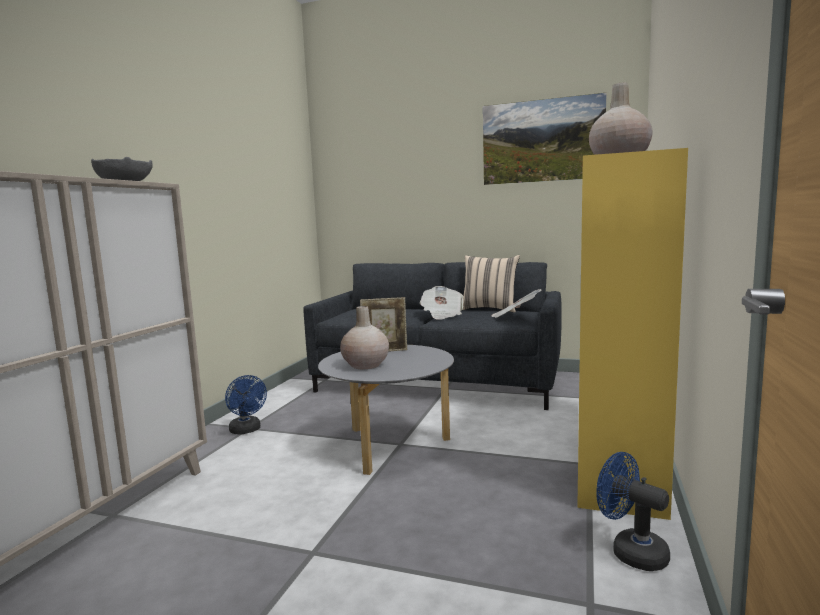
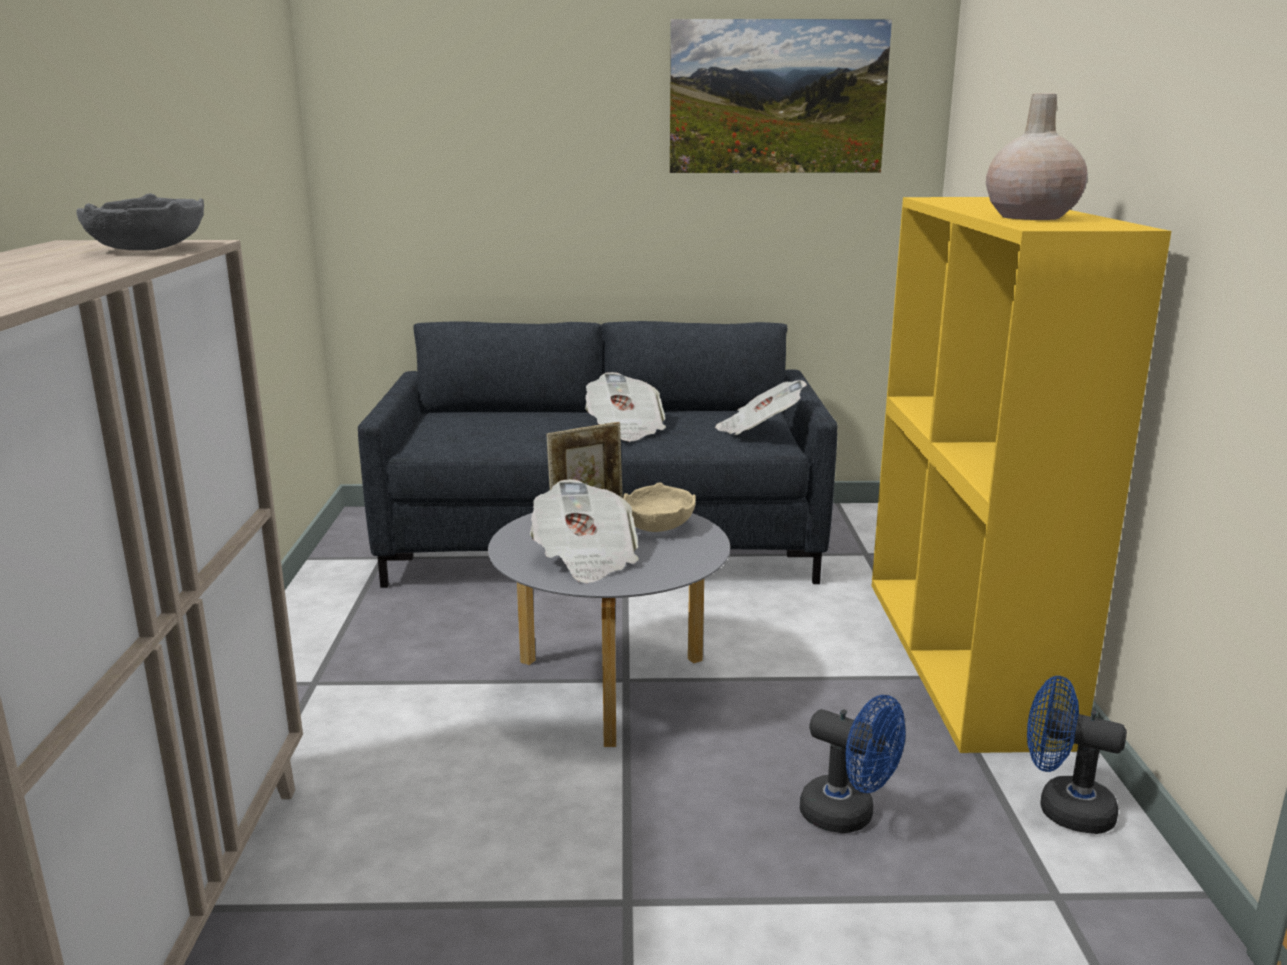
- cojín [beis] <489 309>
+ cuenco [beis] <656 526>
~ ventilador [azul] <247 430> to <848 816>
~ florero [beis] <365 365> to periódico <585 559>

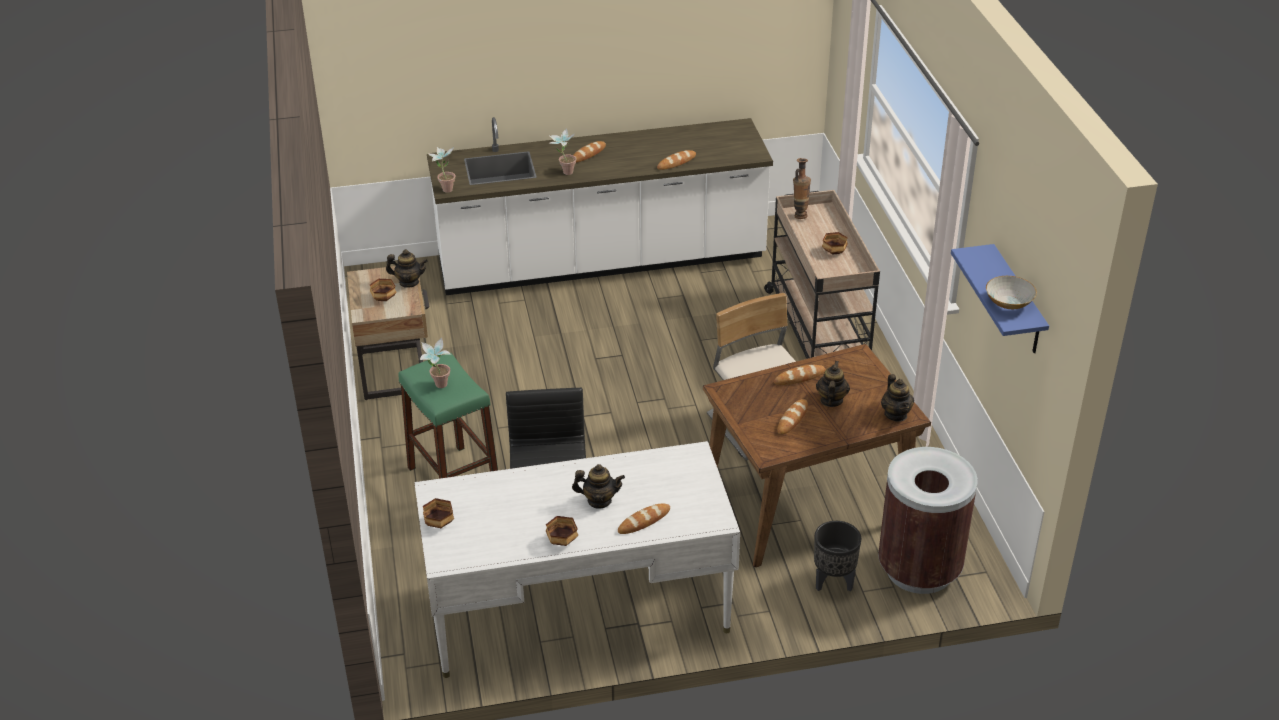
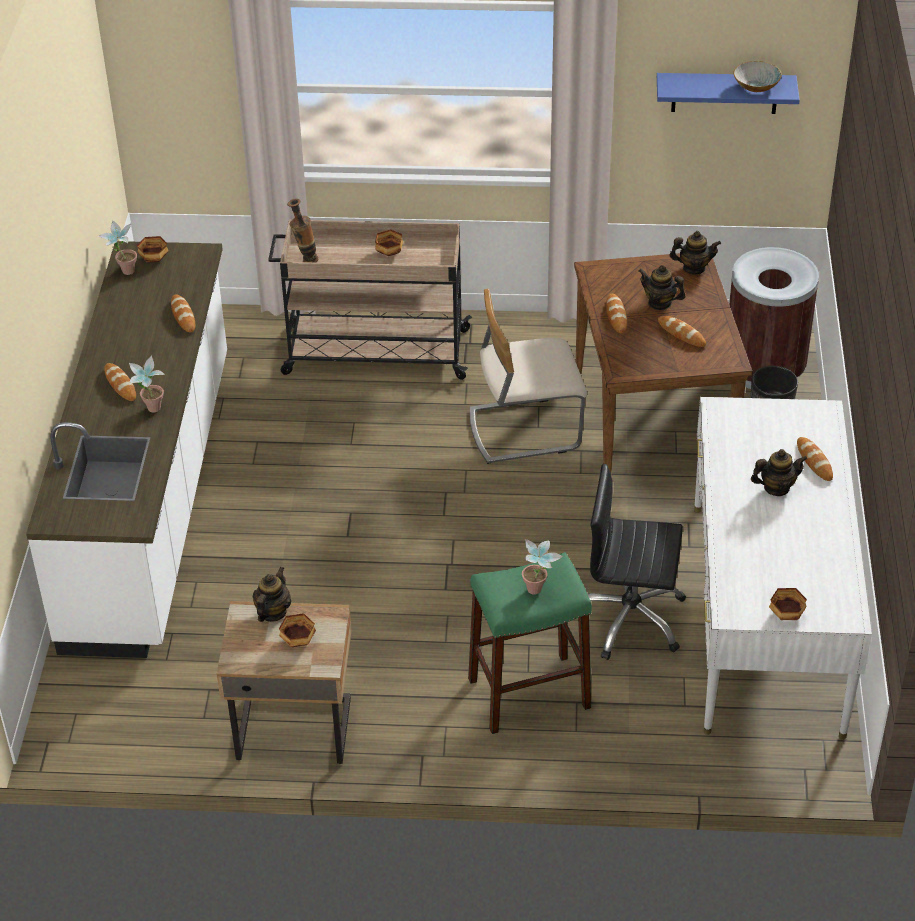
~ planta en maceta <445 188> to <123 272>
~ cuenco <562 540> to <153 259>
~ tetera <599 501> = <776 488> 60 degrees clockwise

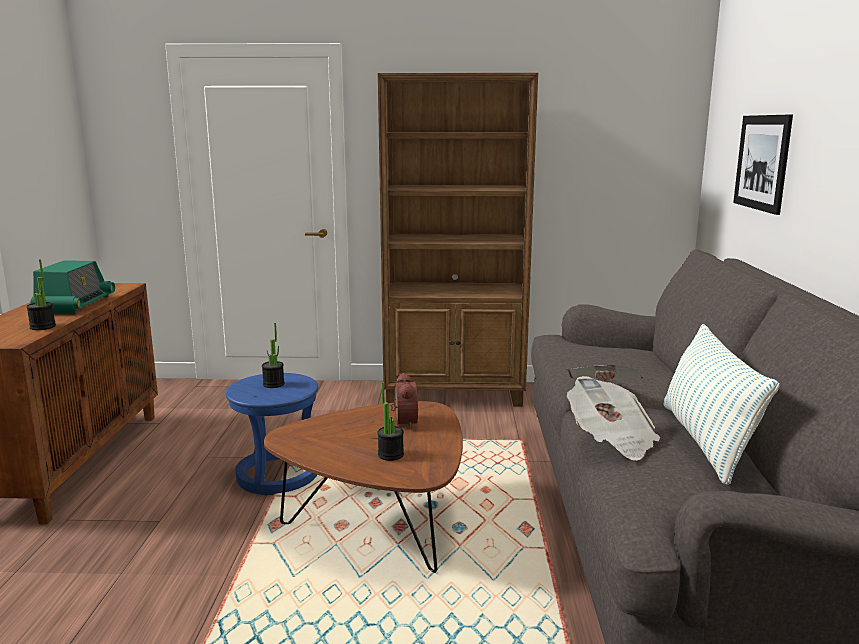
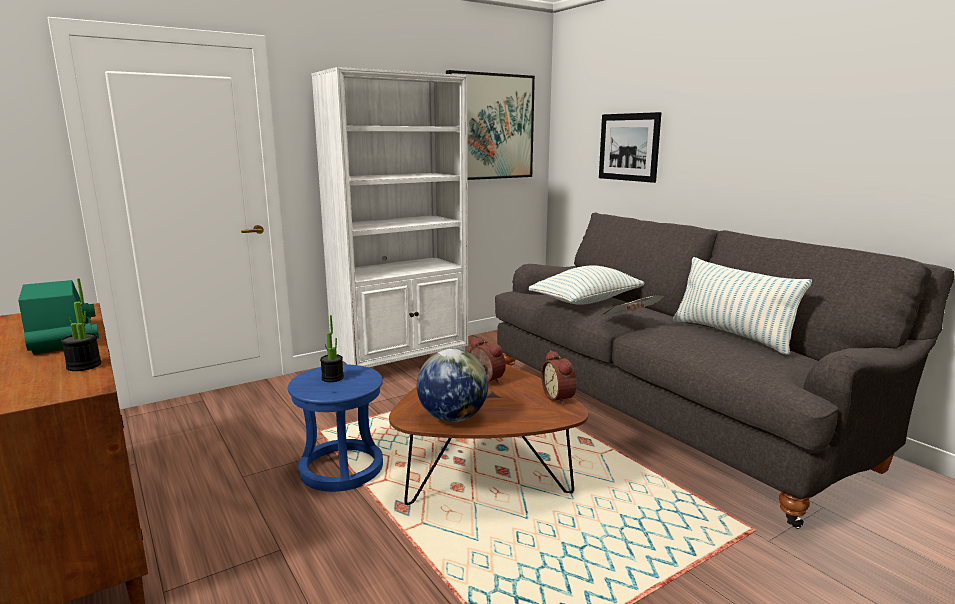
- planta en maceta <390 455>
- periódico <611 440>
+ globo terráqueo <452 418>
+ cuadro <490 127>
+ cojín <587 301>
+ despertador <560 397>
~ estantería [marrón] <455 394> to estantería [blanco] <402 362>

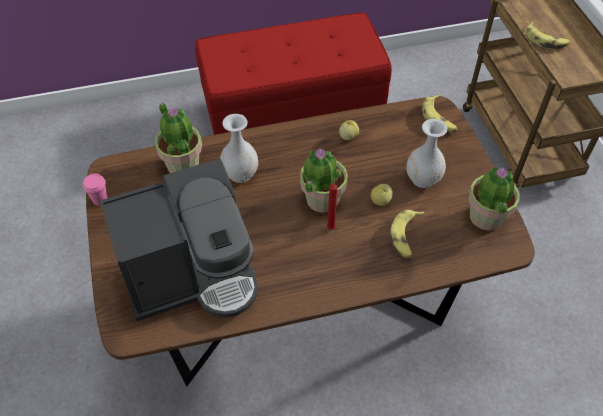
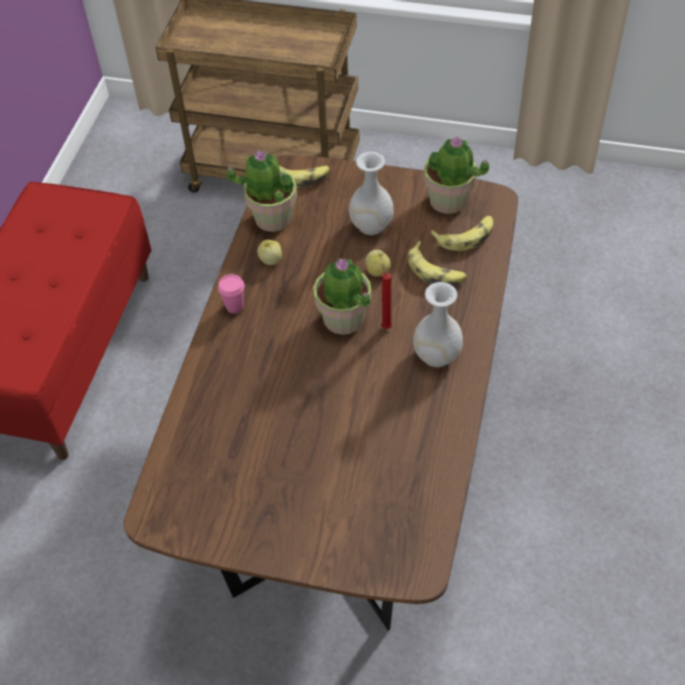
- cafetera <192 275>
~ taza [rosa] <100 200> to <234 306>
~ planta en maceta <183 164> to <272 217>
~ florero [blanco] <240 173> to <436 354>
~ plátano <545 40> to <465 236>

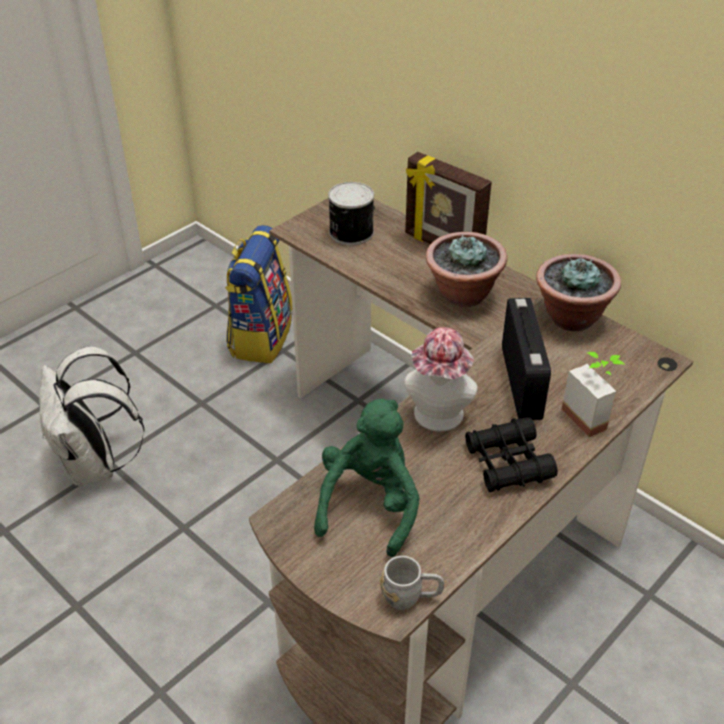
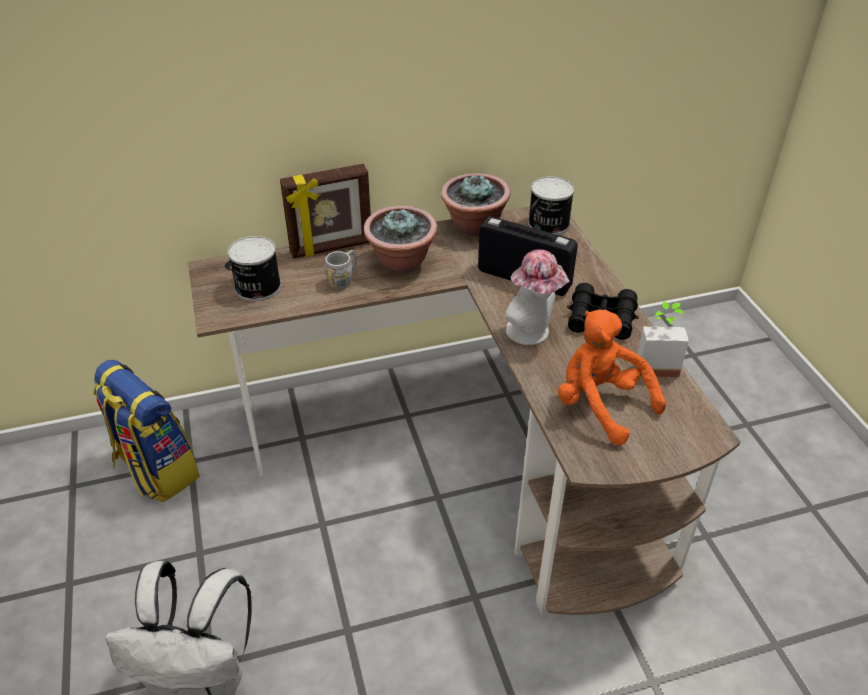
+ lata <548 224>
~ taza grande [gris] <411 597> to <344 279>
~ planta en maceta <591 416> to <655 364>
~ peluche [verde] <370 505> to peluche [naranja] <600 405>

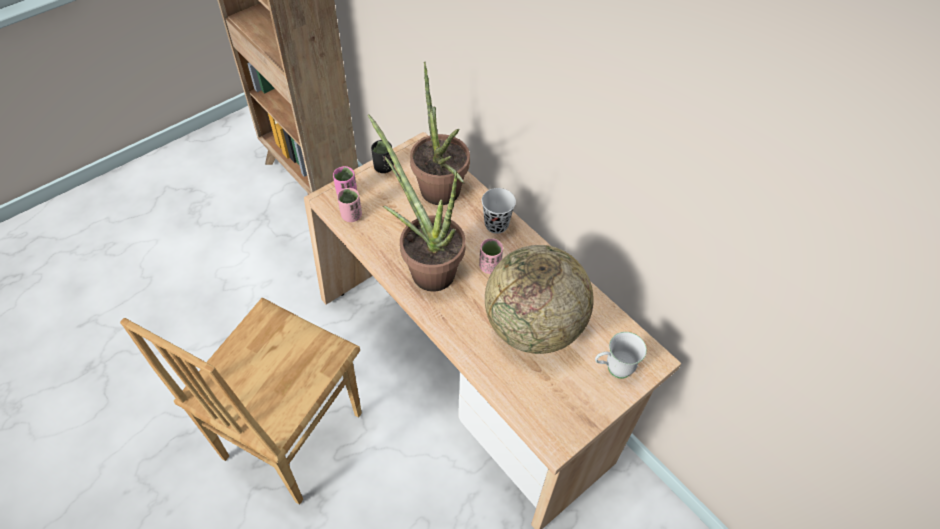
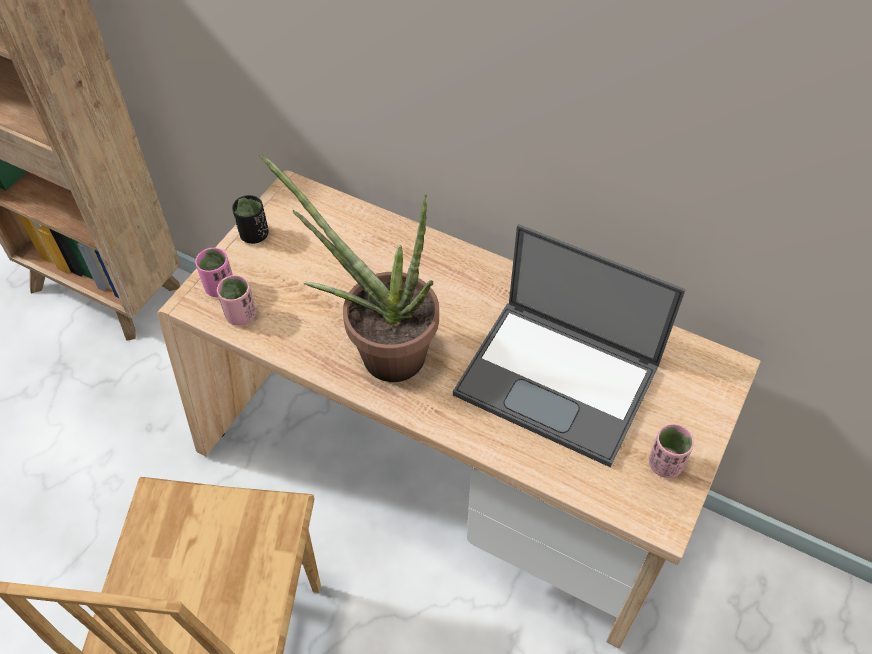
- planta en maceta <442 197>
- taza [negro] <496 224>
- taza grande [blanco] <613 369>
~ taza [rosa] <490 266> to <665 464>
~ globo terráqueo <533 327> to portátil <560 380>

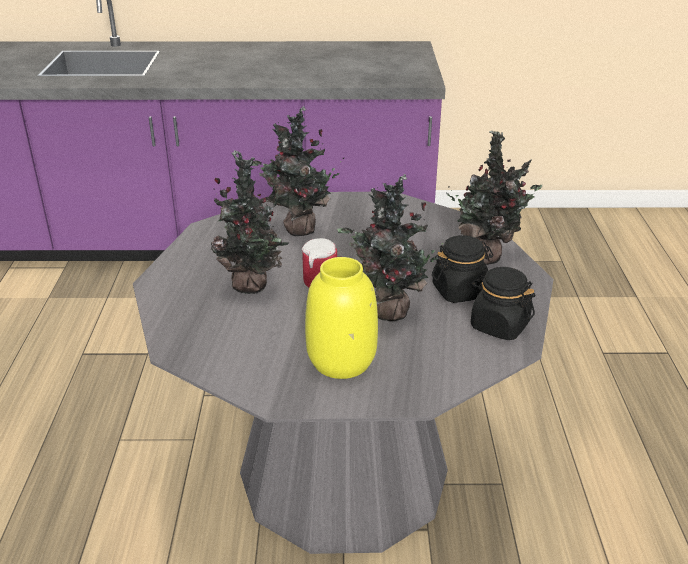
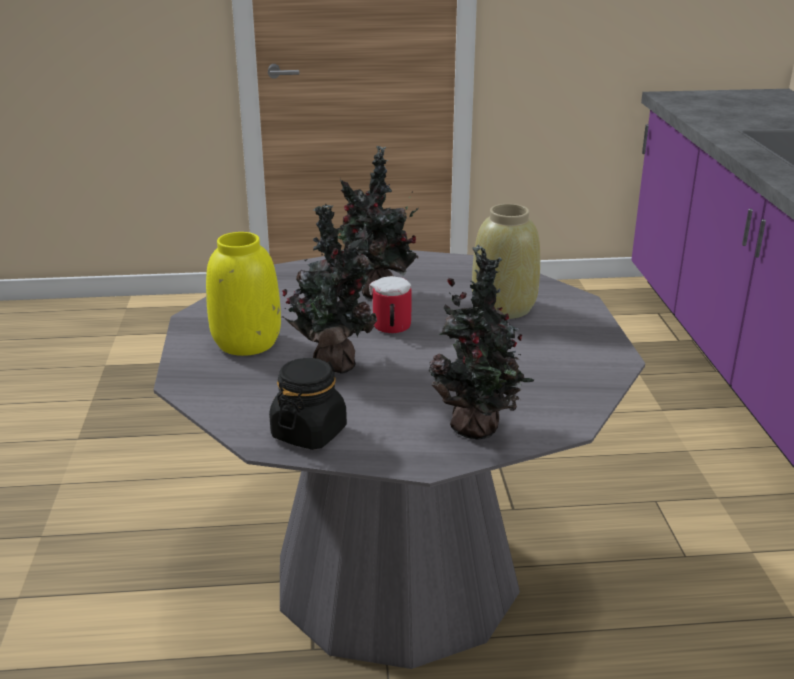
- tarro [negro] <460 291>
~ planta en maceta <297 230> to florero [beis] <503 307>

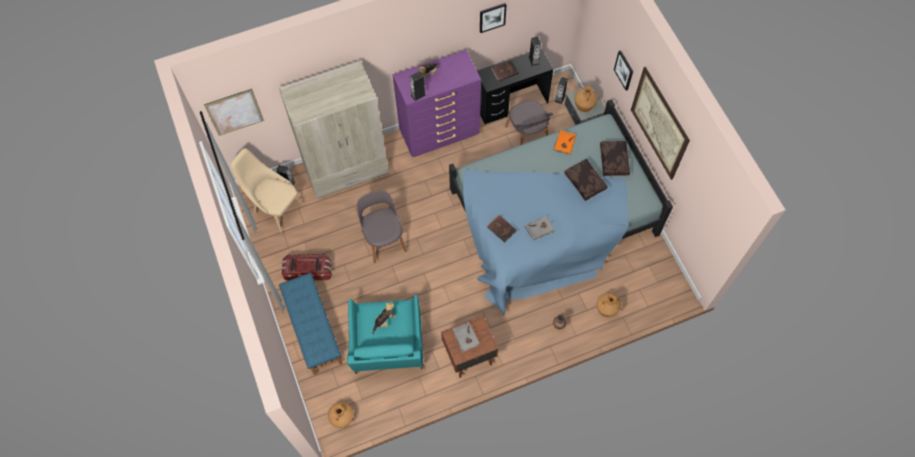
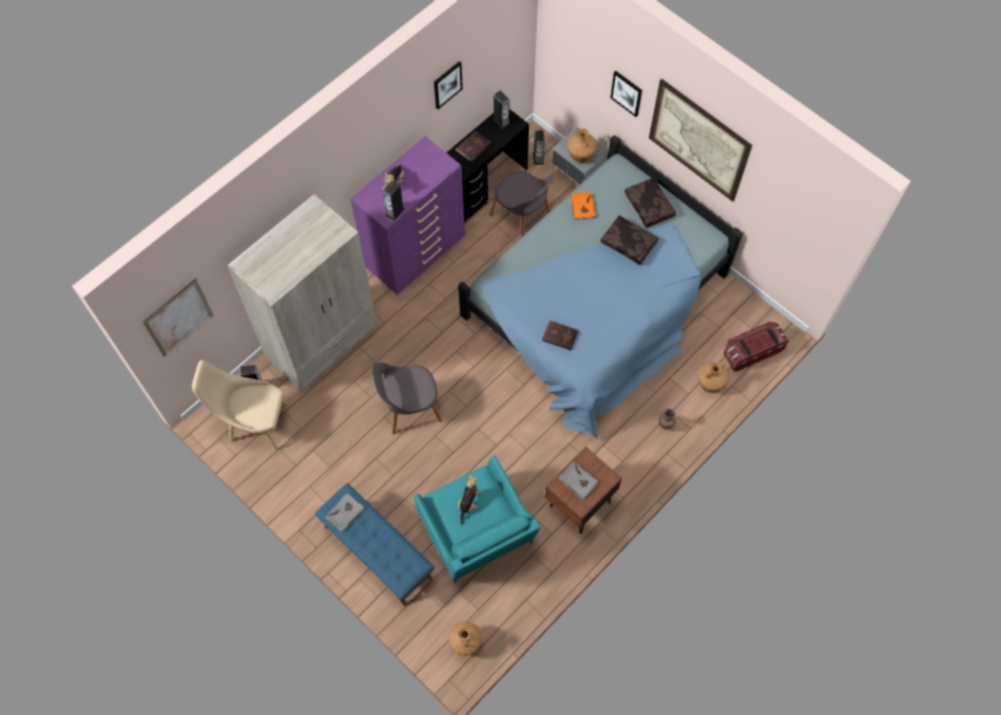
~ caja de almacenaje <308 271> to <752 352>
~ libro [gris] <539 229> to <345 513>
~ silla [gris] <383 239> = <409 407> 60 degrees counterclockwise

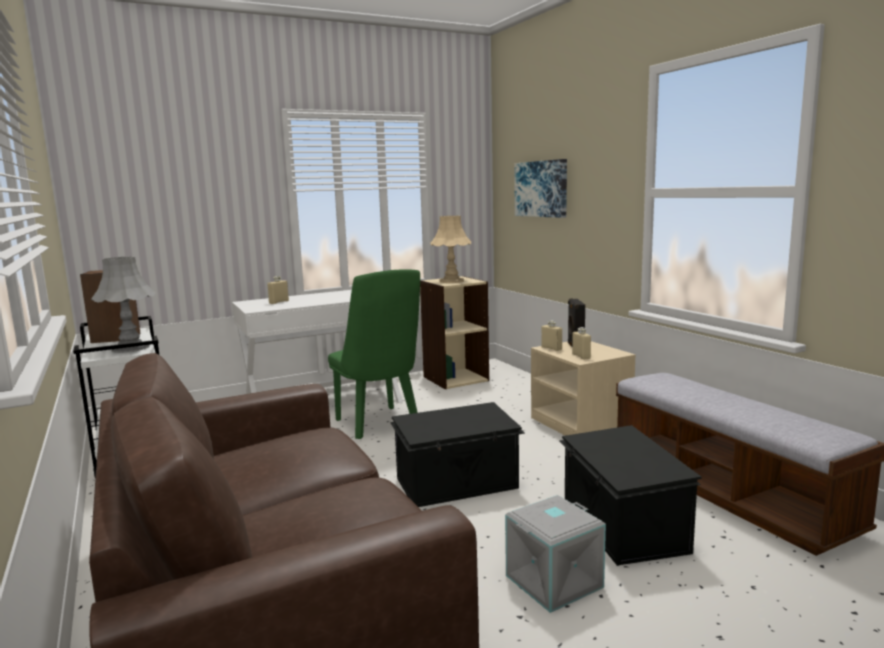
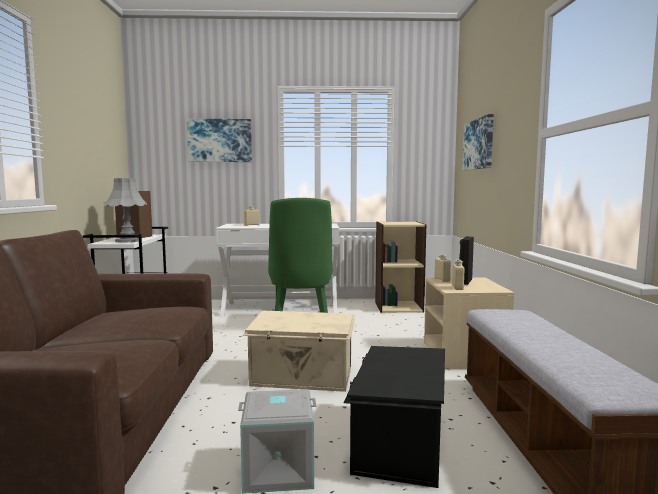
- lámpara de mesa [beis] <451 281>
+ cuadro <220 140>
~ caja de almacenaje [negro] <458 484> to caja de almacenaje [beis] <302 377>

